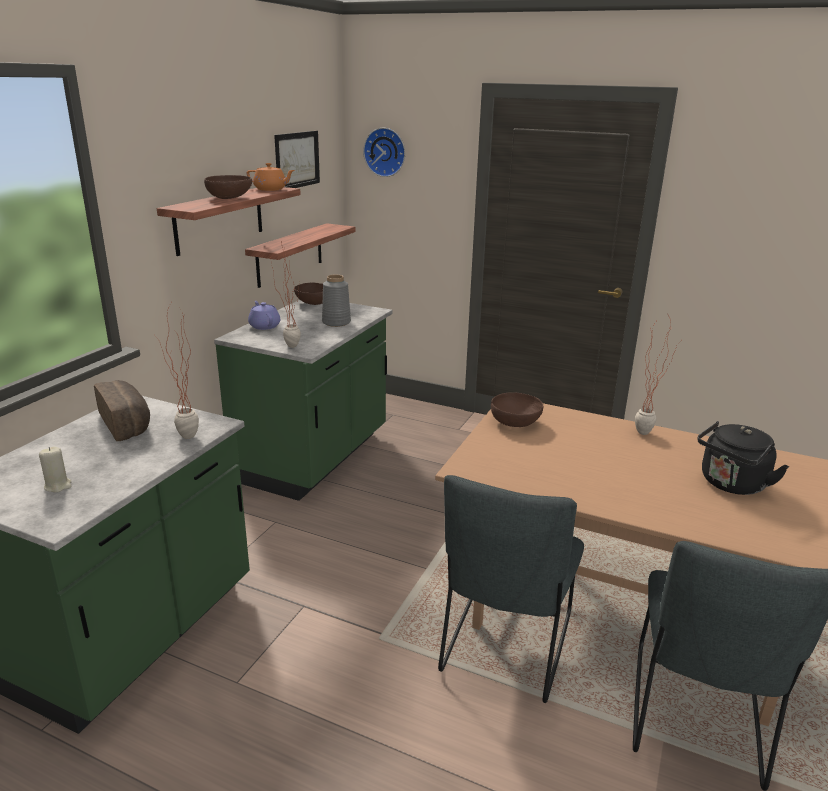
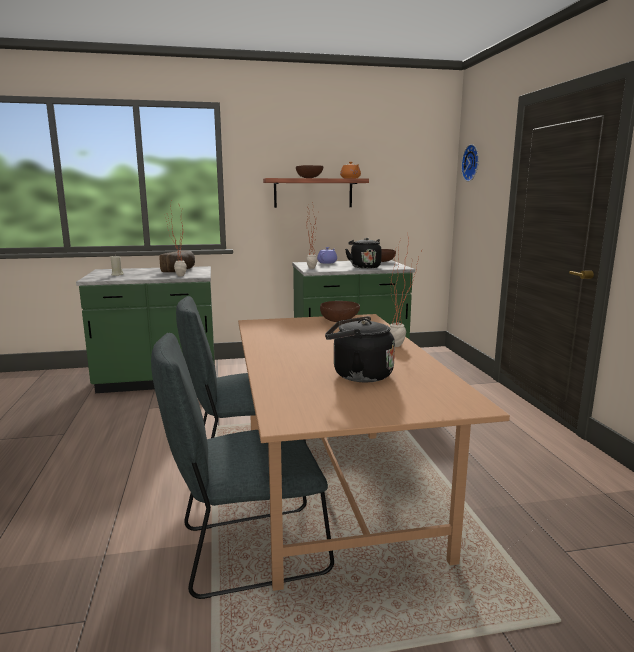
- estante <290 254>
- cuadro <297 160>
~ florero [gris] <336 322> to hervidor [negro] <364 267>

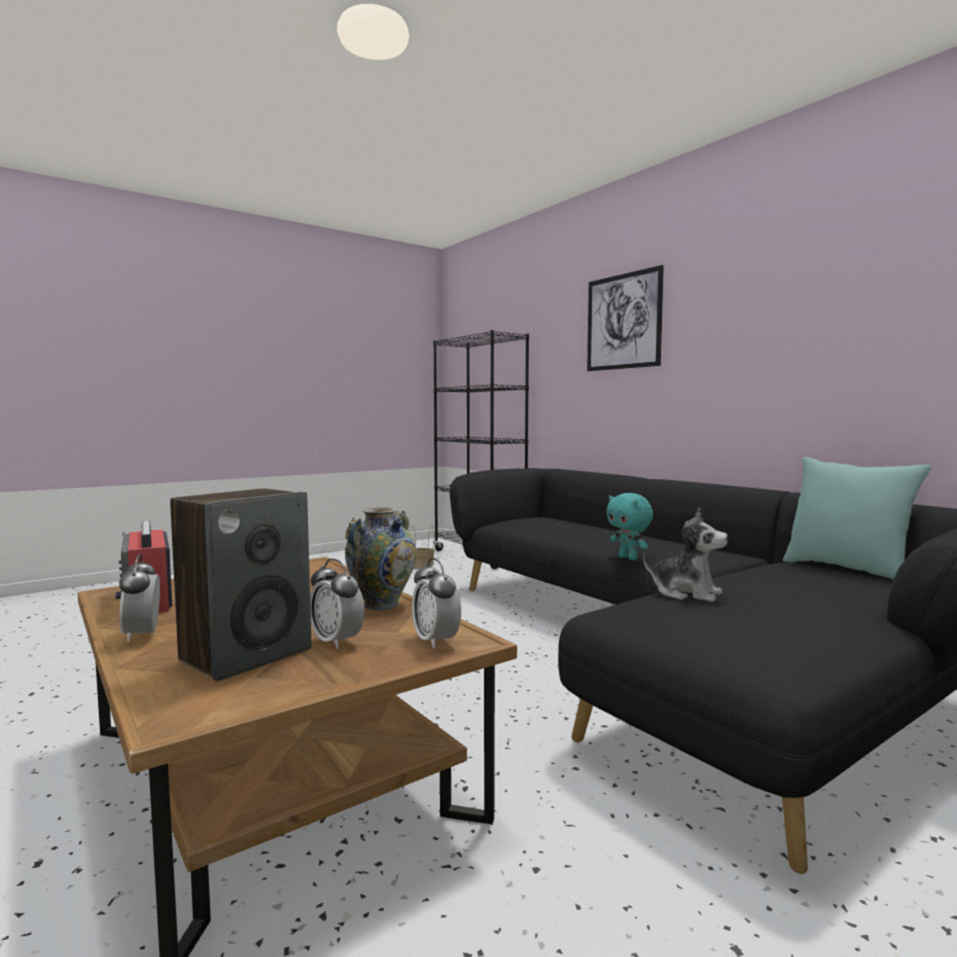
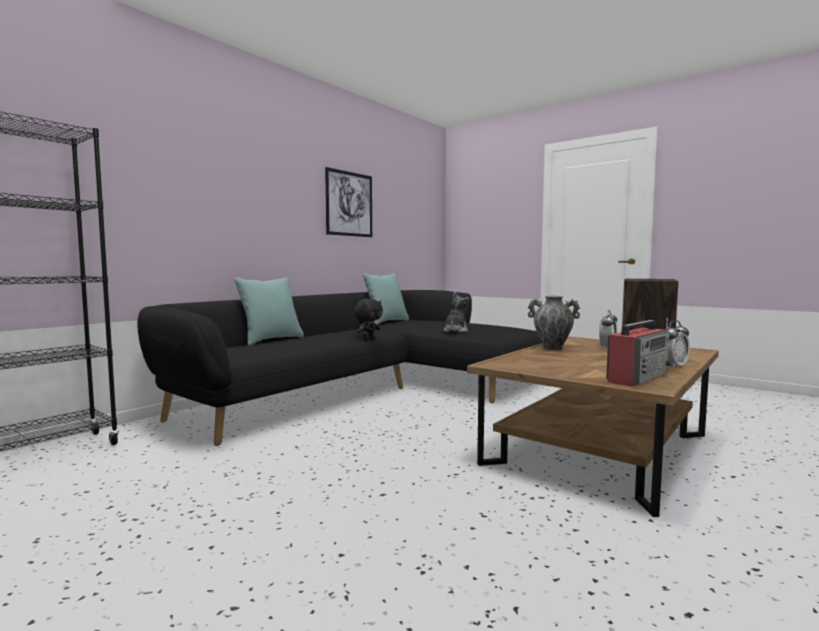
- cesta <422 566>
- despertador <436 641>
+ cojín [turquesa] <271 340>
~ cuadro <623 321> to <349 204>
~ peluche [turquesa] <628 558> to peluche [negro] <368 339>

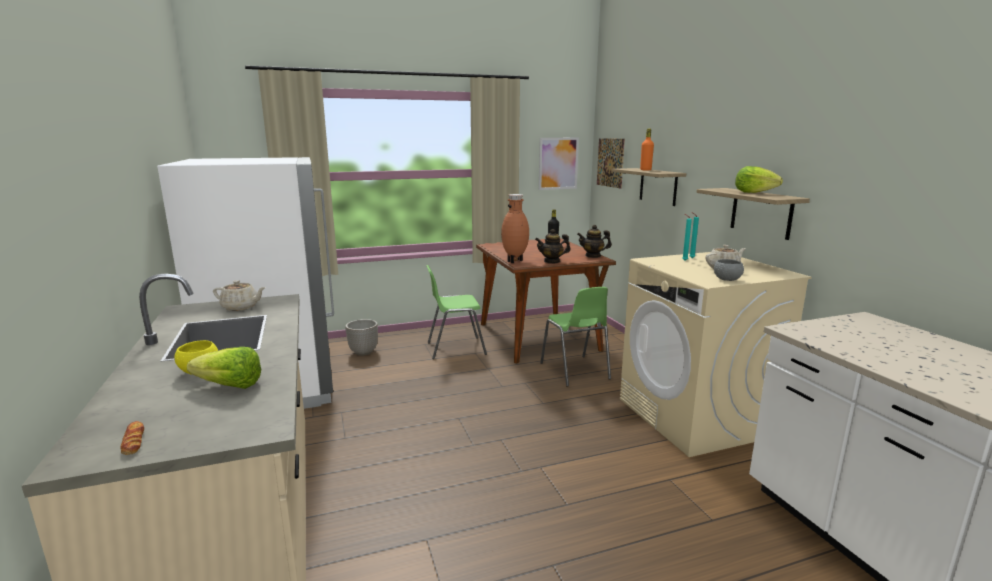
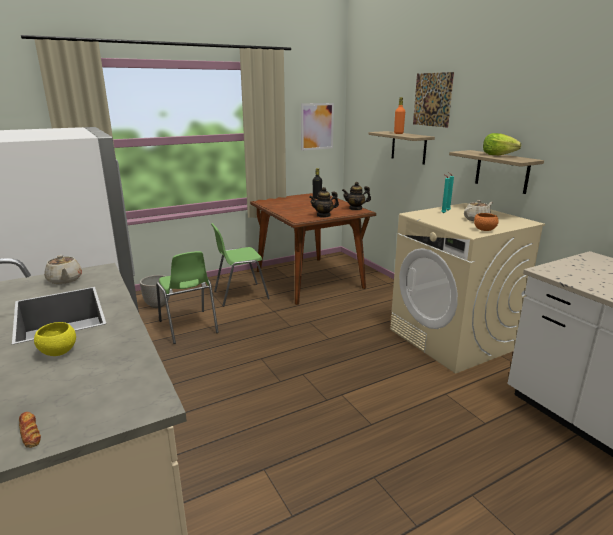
- lechuga <225 385>
- florero [marrón] <515 261>
~ silla [verde] <575 371> to <188 327>
~ cuadro <610 162> to <432 99>
~ cuenco [gris] <727 280> to cuenco [naranja] <484 230>
~ tetera [beis] <241 307> = <65 280> 60 degrees clockwise

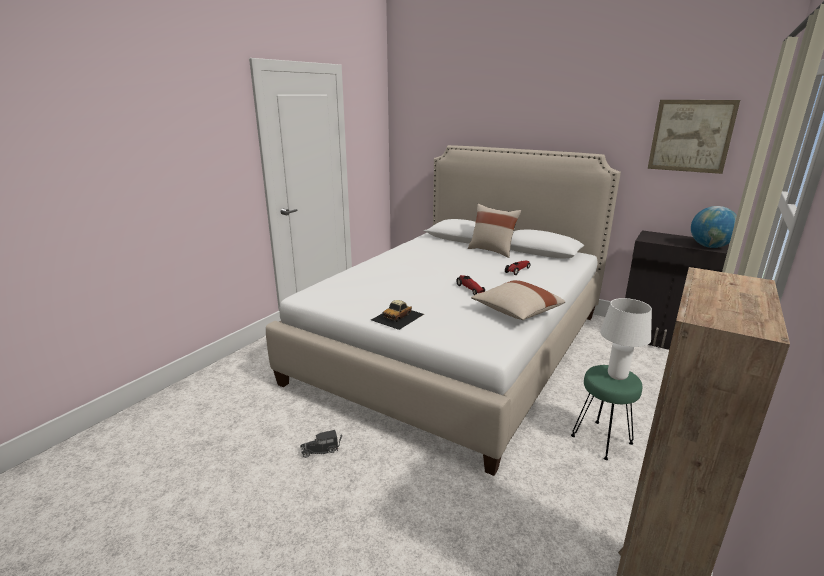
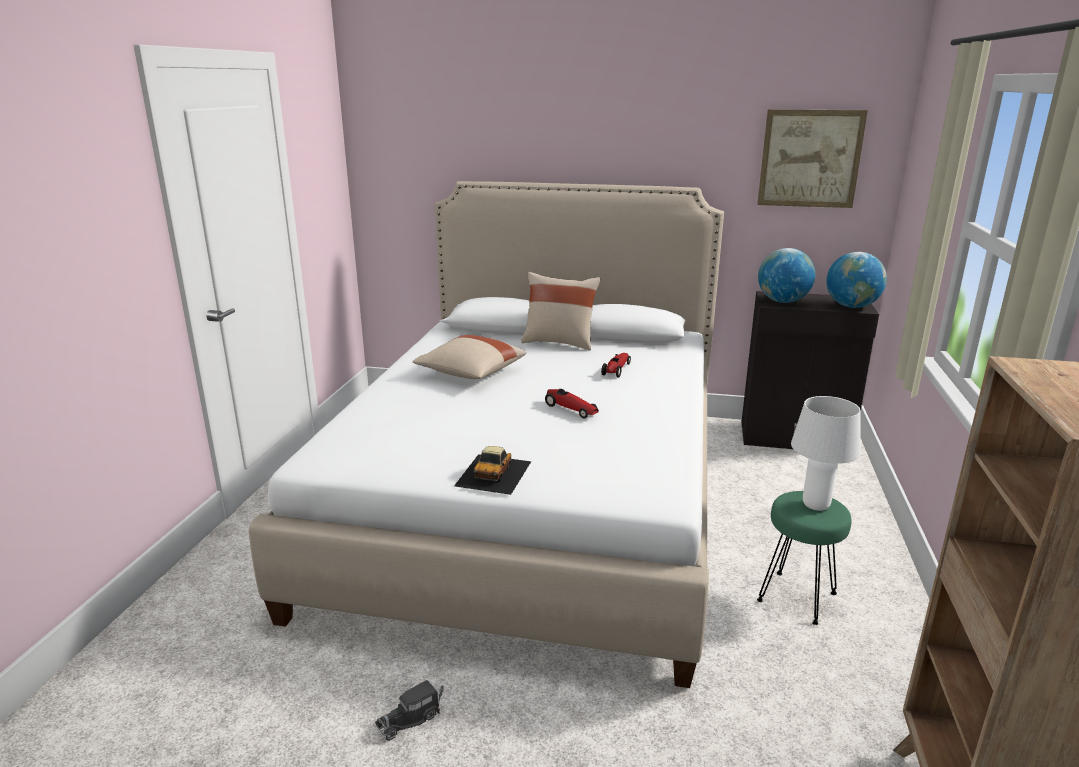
+ globo terráqueo <782 301>
~ cojín [beis] <516 312> to <470 373>

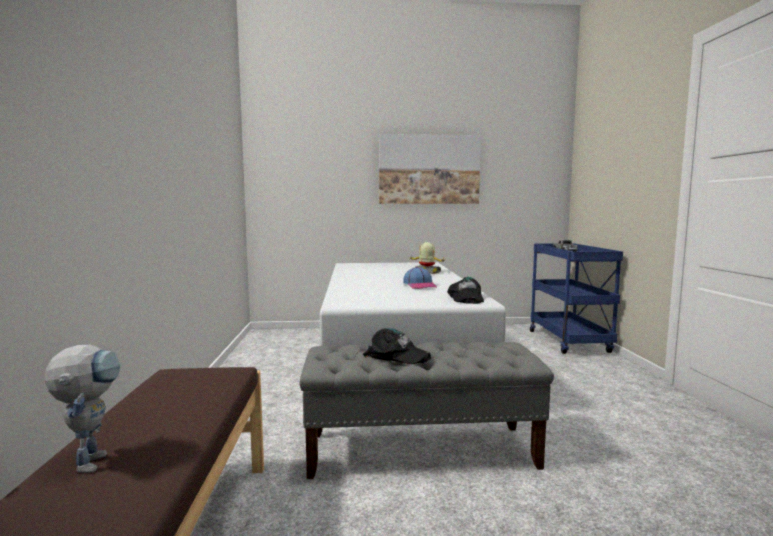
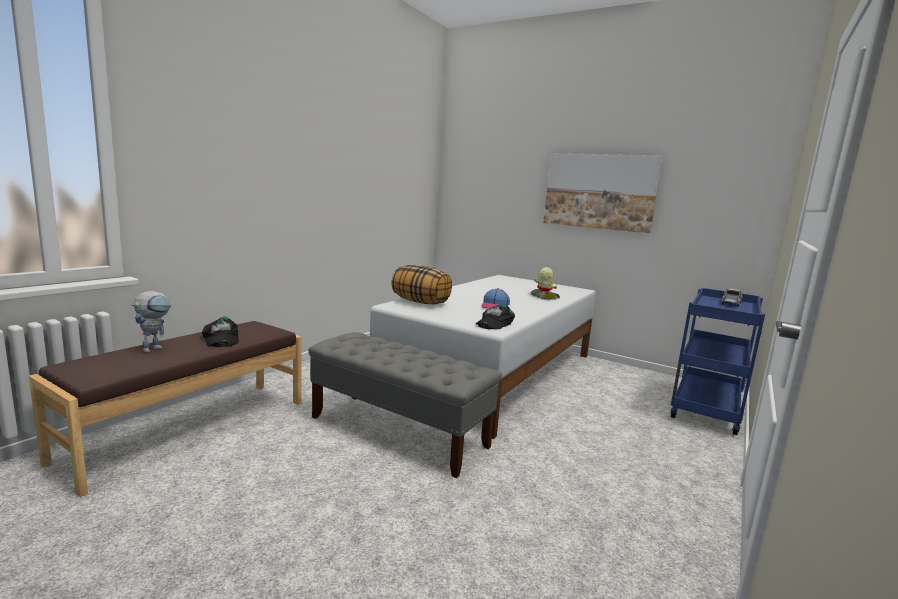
+ cojín <421 302>
~ gorra [negro] <397 355> to <220 339>

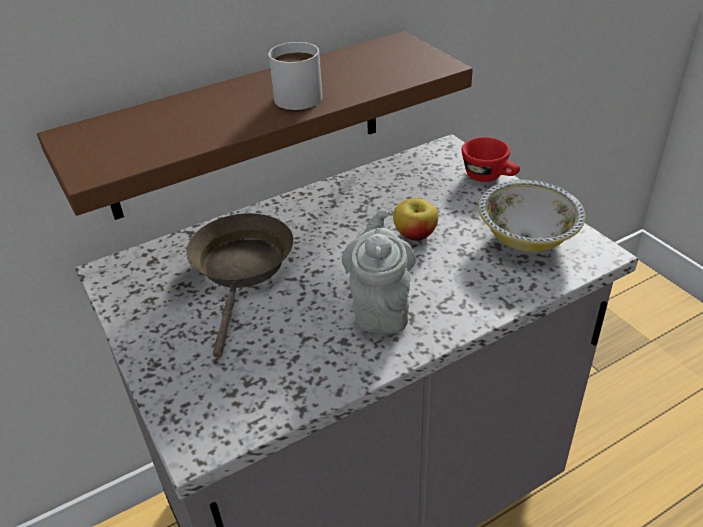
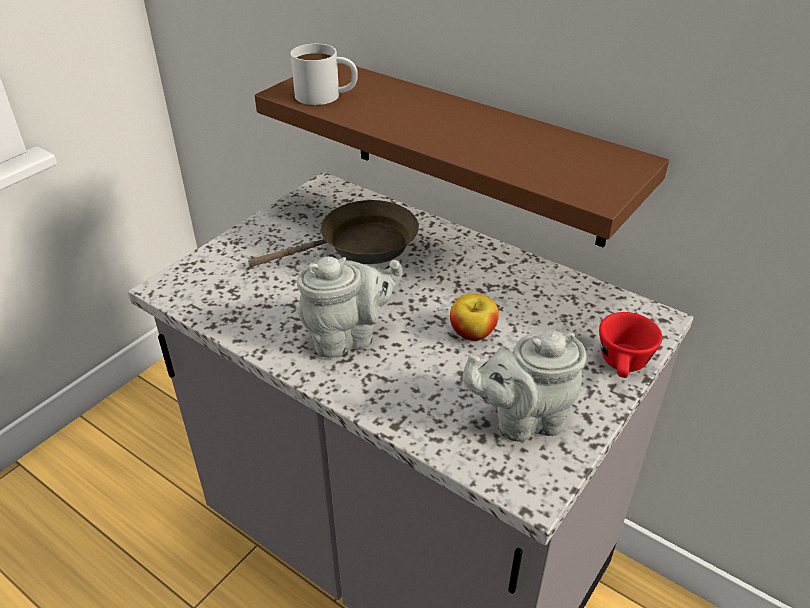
~ taza grande [blanco] <303 94> to <326 95>
~ cuenco <527 237> to tetera [gris] <522 419>

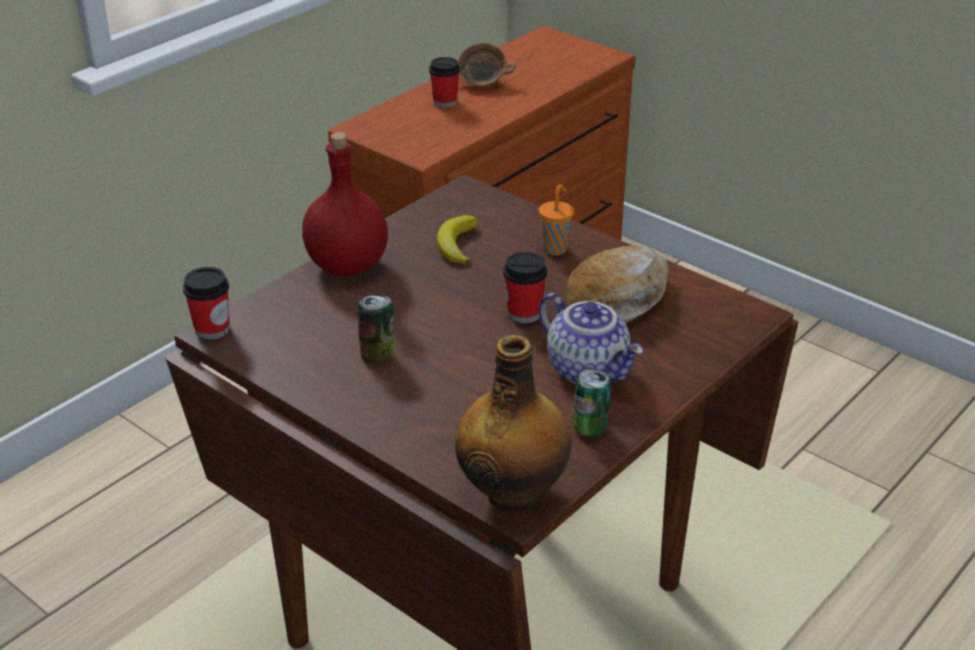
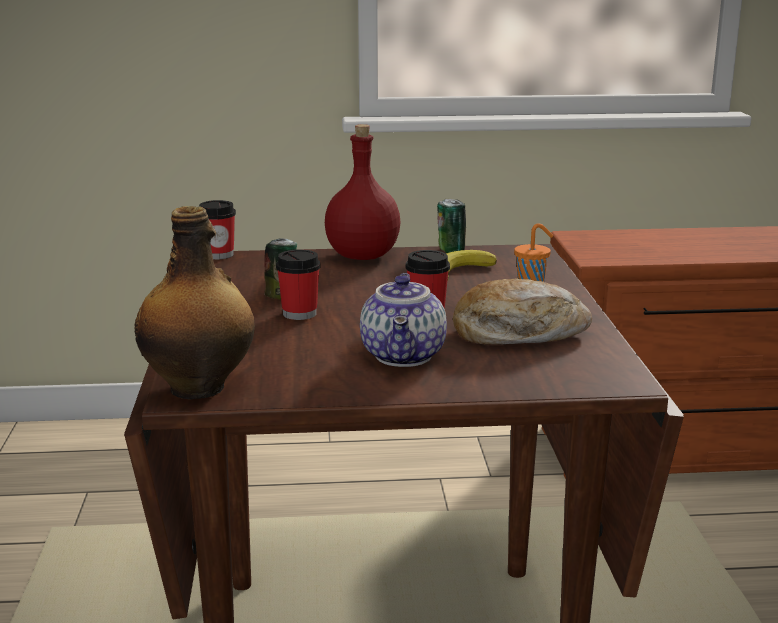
- cuenco <481 83>
~ taza <445 102> to <299 313>
~ lata <589 429> to <451 250>

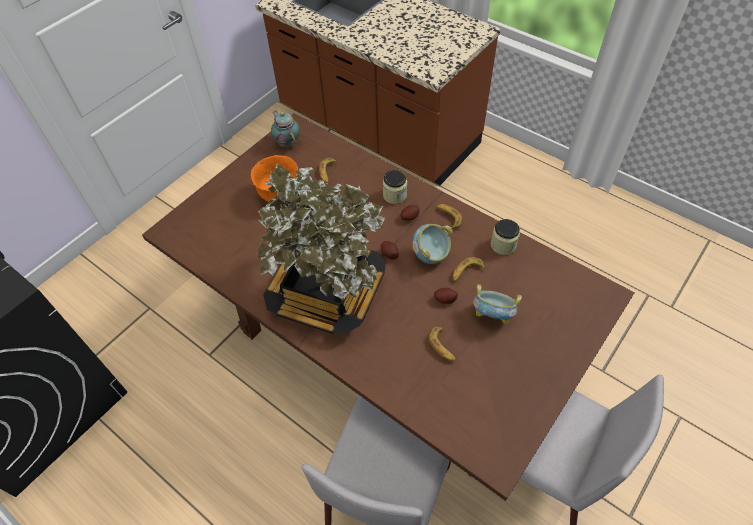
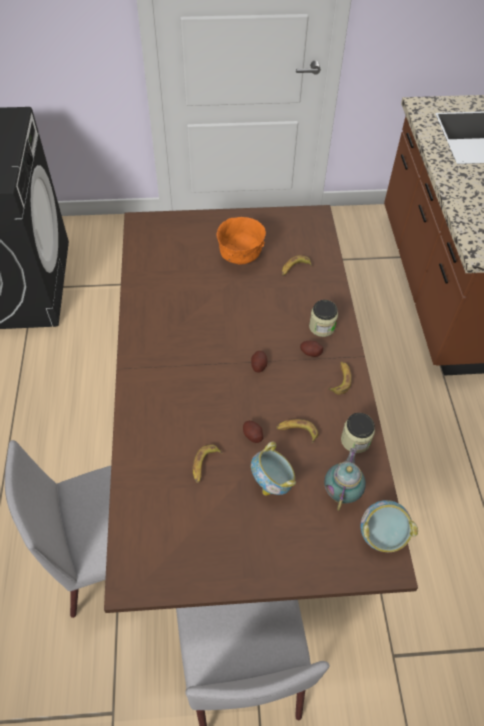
- planta en maceta <326 292>
~ tetera <287 143> to <342 491>
~ cuenco <431 255> to <381 536>

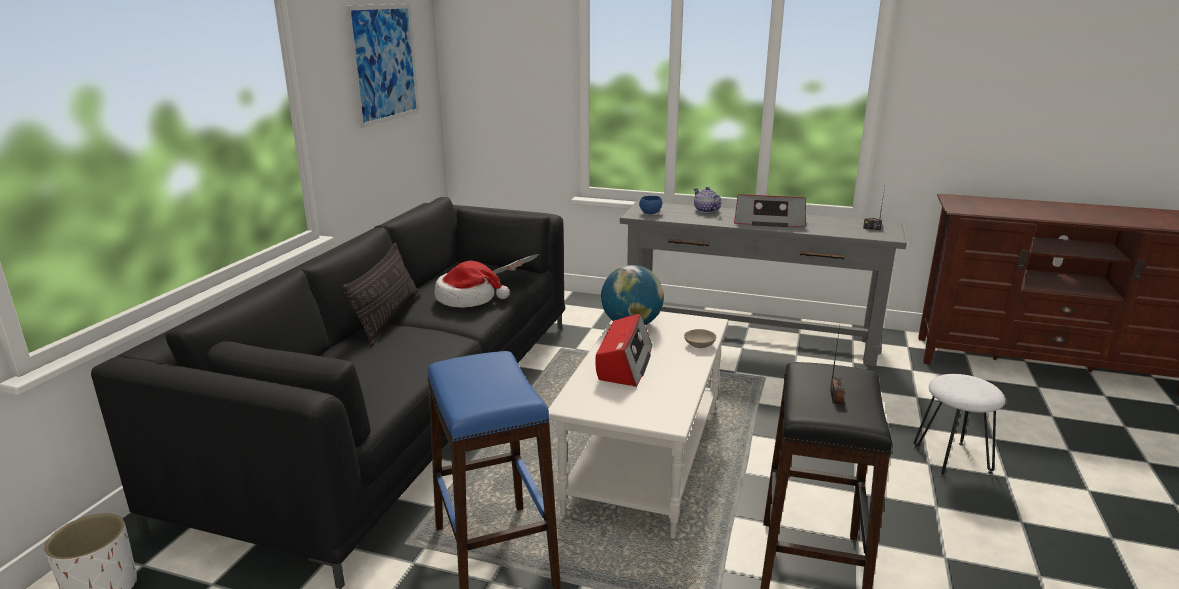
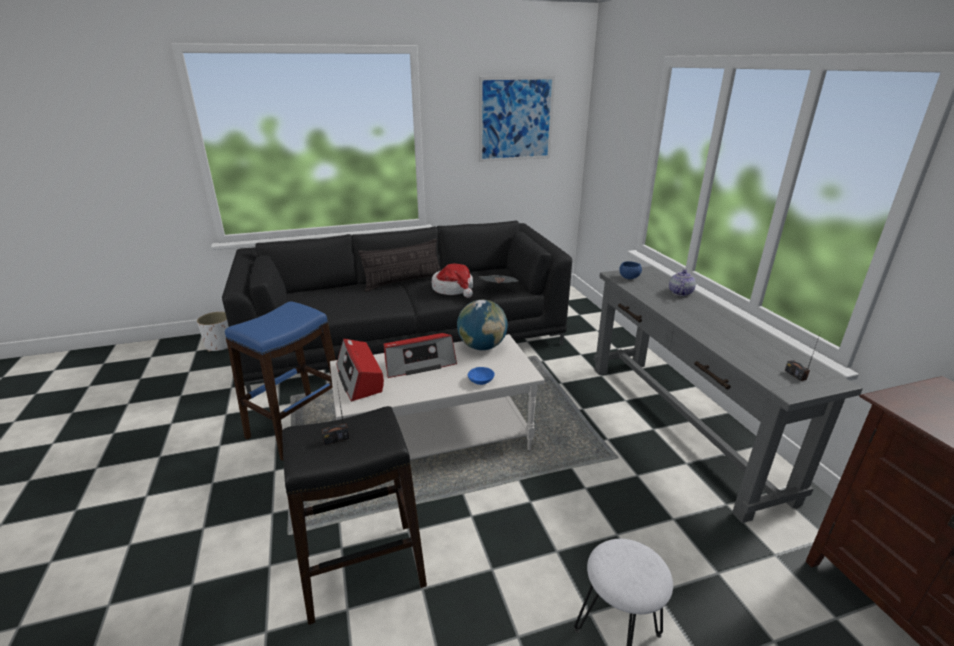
~ radio <769 221> to <360 378>
~ cuenco [beis] <700 345> to cuenco [azul] <481 381>

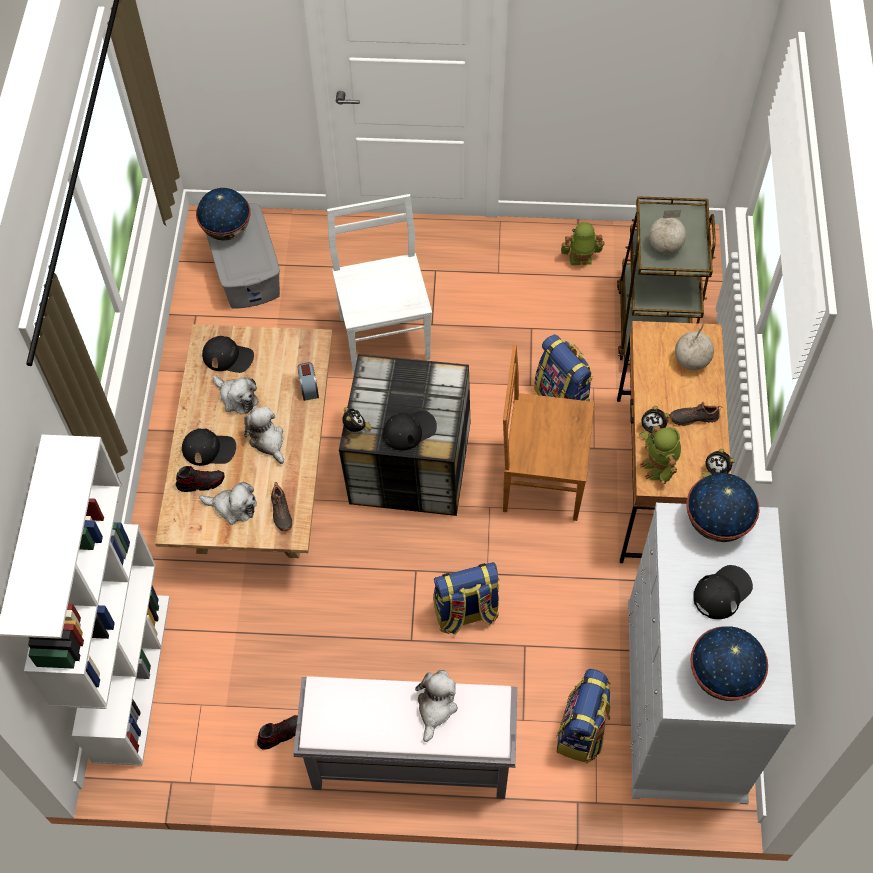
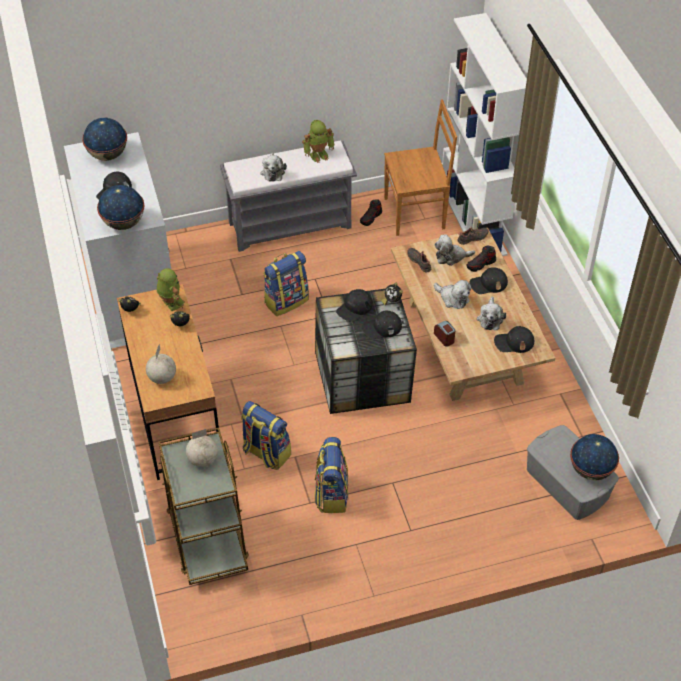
- silla [blanco] <384 336>
+ gorra [negro] <381 327>
~ silla [marrón] <540 479> to <416 213>
~ mochila <582 731> to <331 493>
~ robot de juguete <580 260> to <318 154>
~ zapato [negro] <693 417> to <473 238>
~ peluche <237 398> = <490 318> 105 degrees counterclockwise

